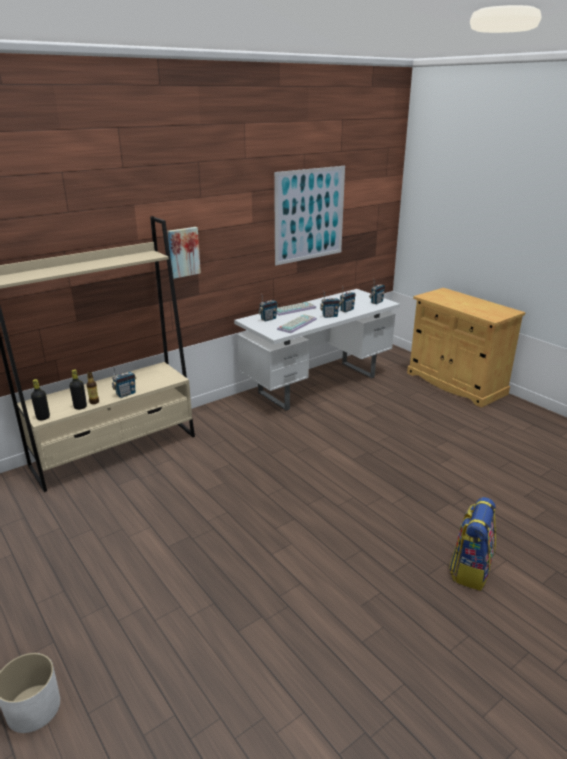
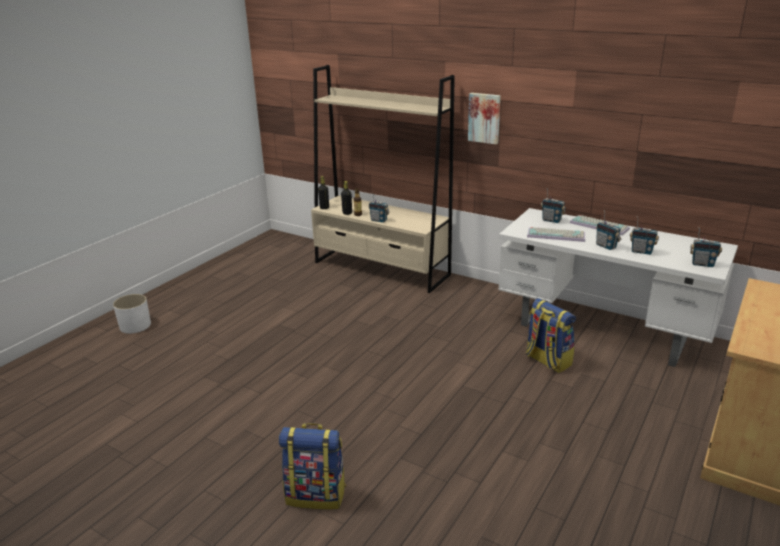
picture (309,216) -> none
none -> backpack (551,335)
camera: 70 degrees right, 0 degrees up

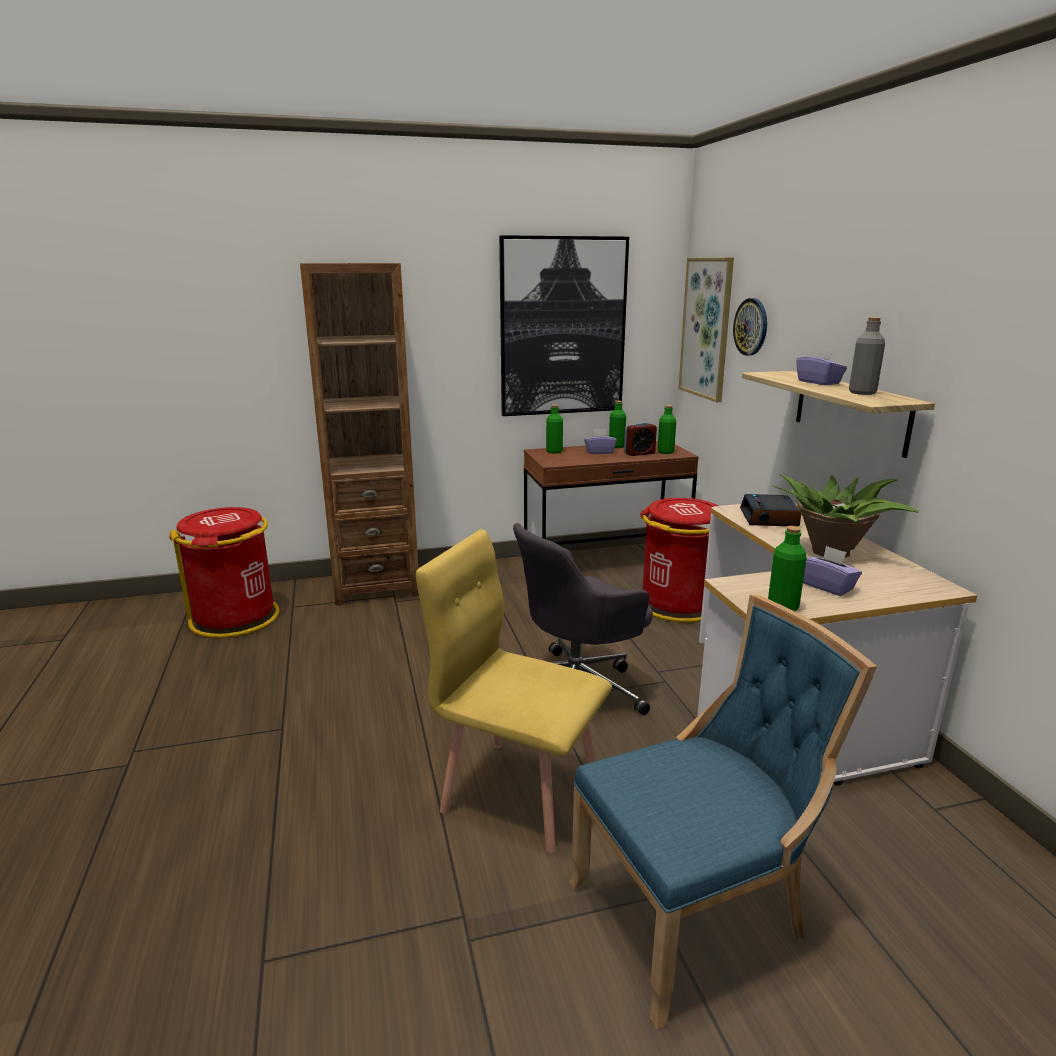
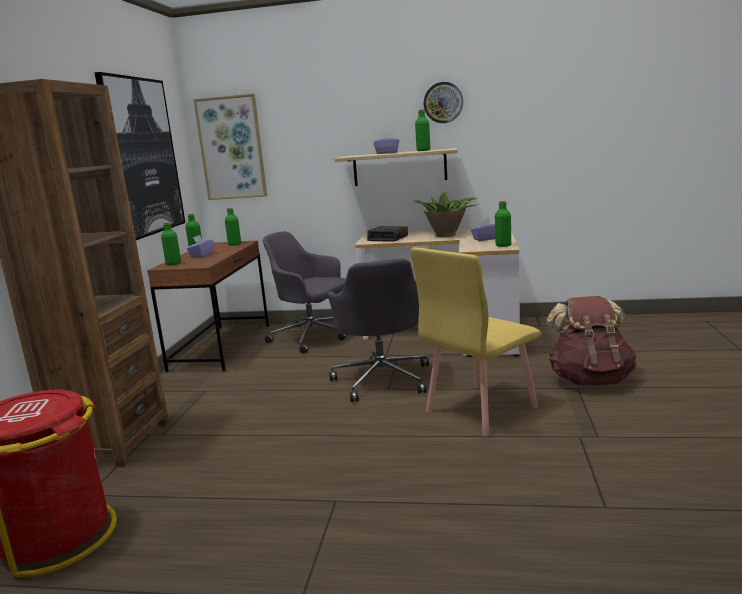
wall clock (750,327) -> wall clock (443,102), moved
grey bottle (867,356) -> green bottle (422,130)
alarm clock (640,439) -> none
red trash can (679,560) -> grey office chair (305,292)
blue chair (723,812) -> brown backpack (591,341)
camera: 65 degrees left, 5 degrees down

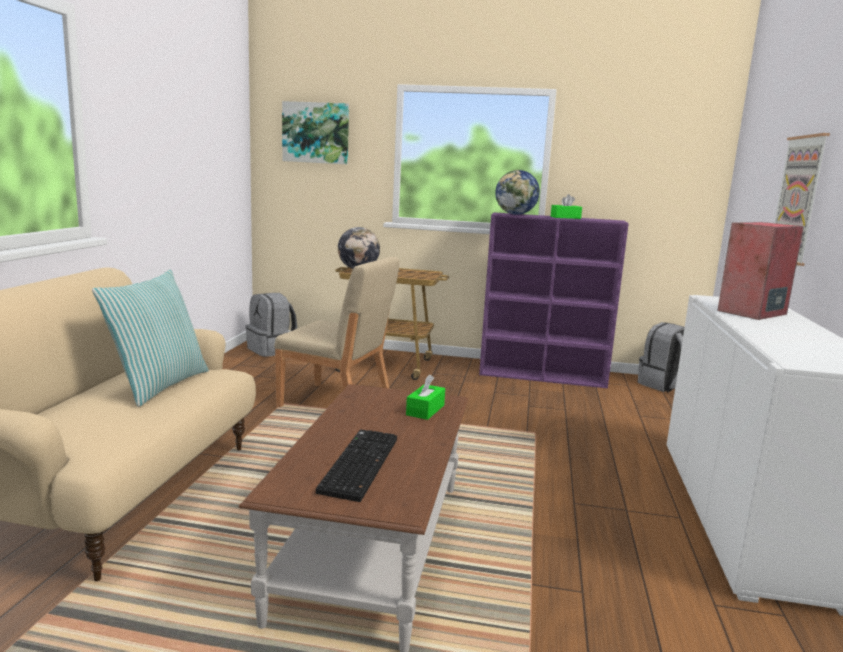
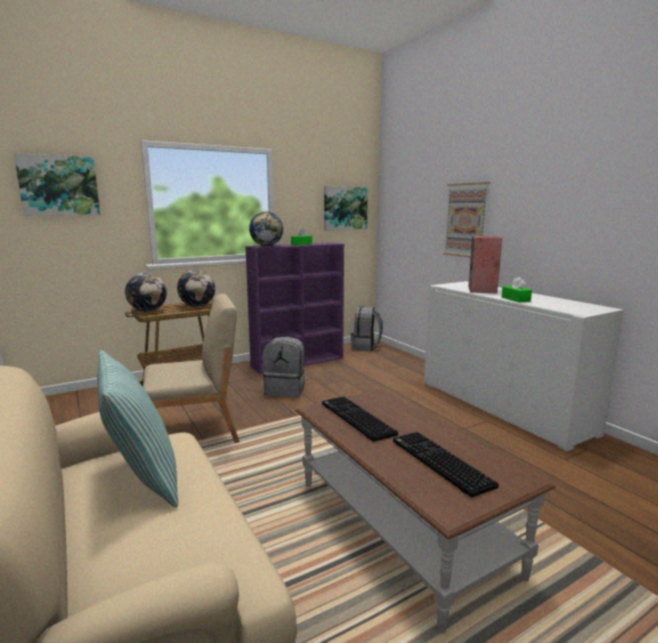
grey backpack (271,325) -> grey backpack (284,366), moved
green tissue box (425,397) -> green tissue box (517,290), moved
none -> picture (346,208)
none -> globe (196,288)
none -> keyboard (360,419)
camera: 40 degrees left, 0 degrees up

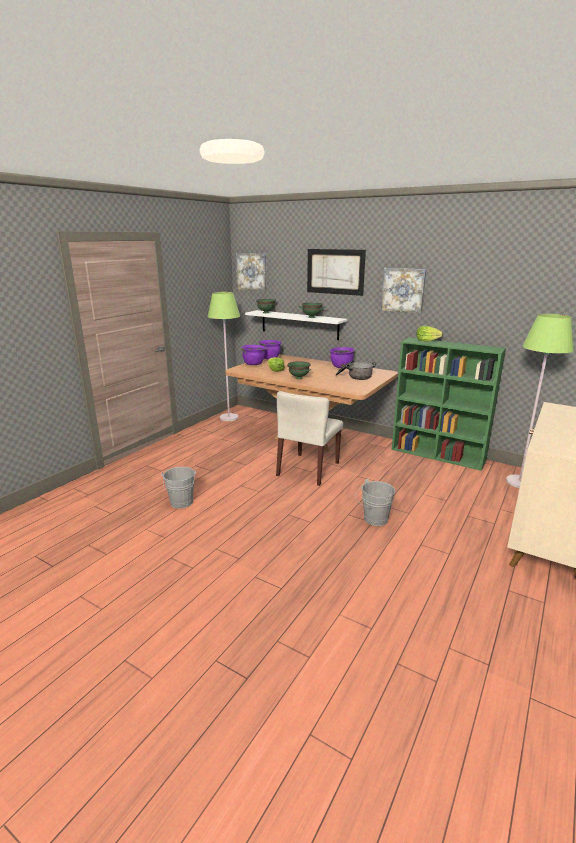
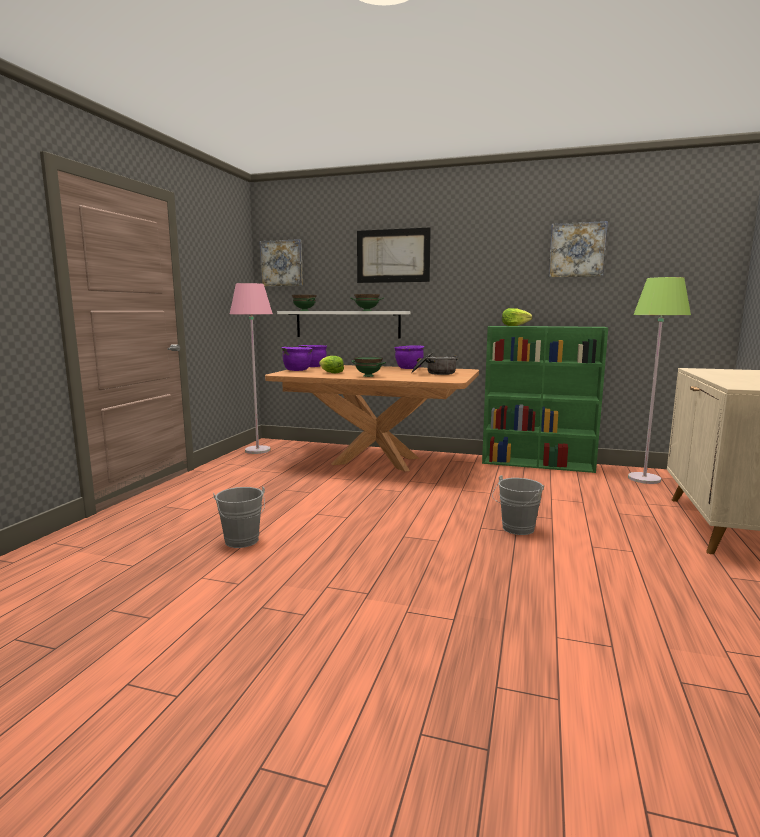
picture (404,291) -> picture (578,249), moved
green floor lamp (224,356) -> pink floor lamp (251,368)
beige chair (309,438) -> none
camera: 15 degrees left, 10 degrees down

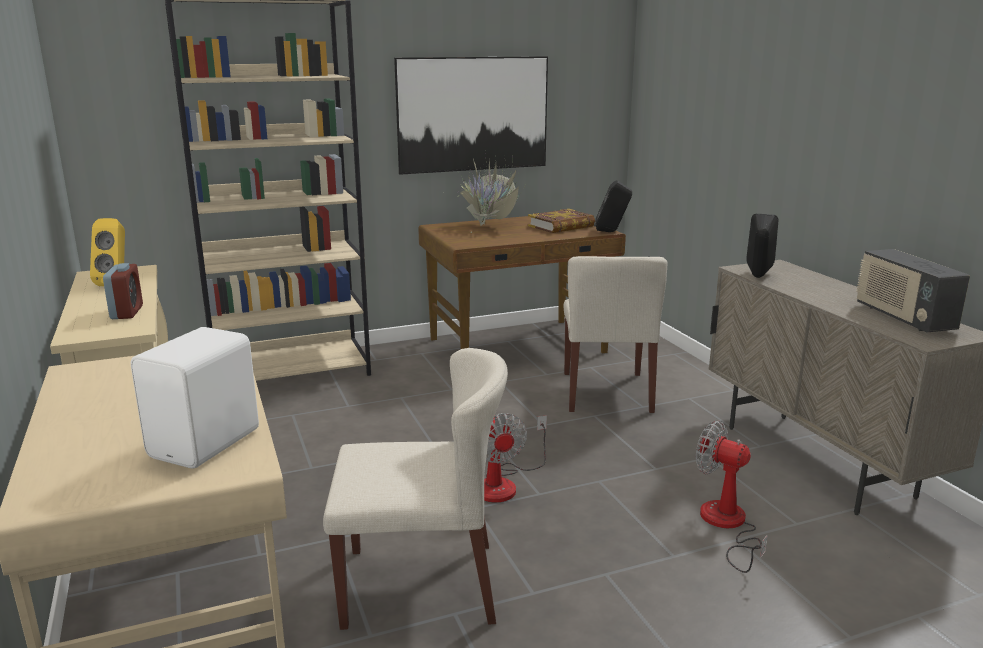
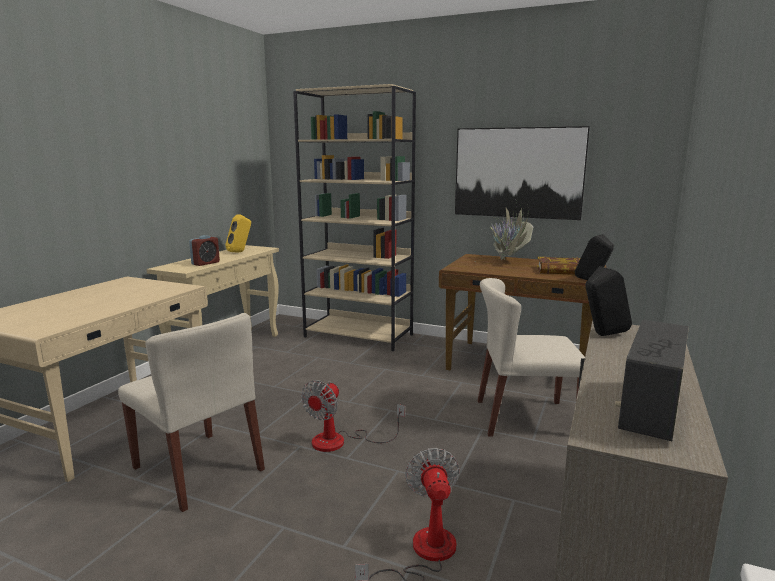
beige chair (616,334) -> beige chair (531,357), 45 degrees clockwise
white speaker (195,397) -> none
camera: 45 degrees right, 5 degrees down

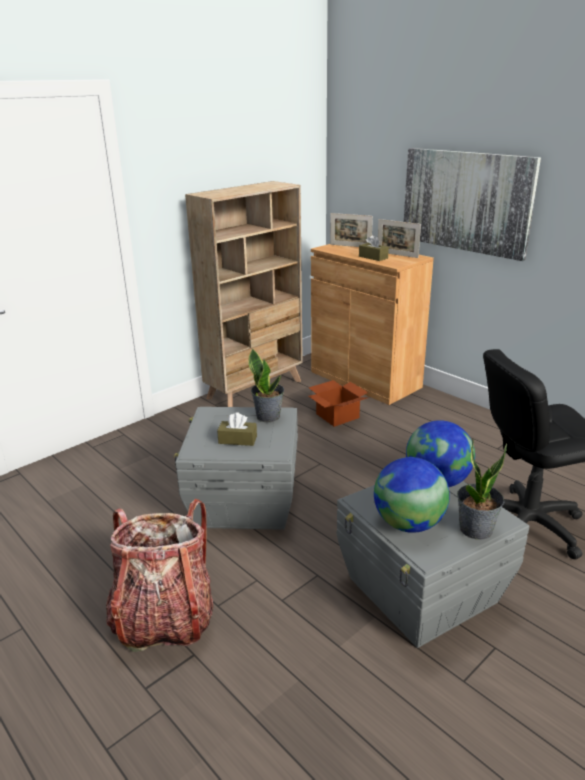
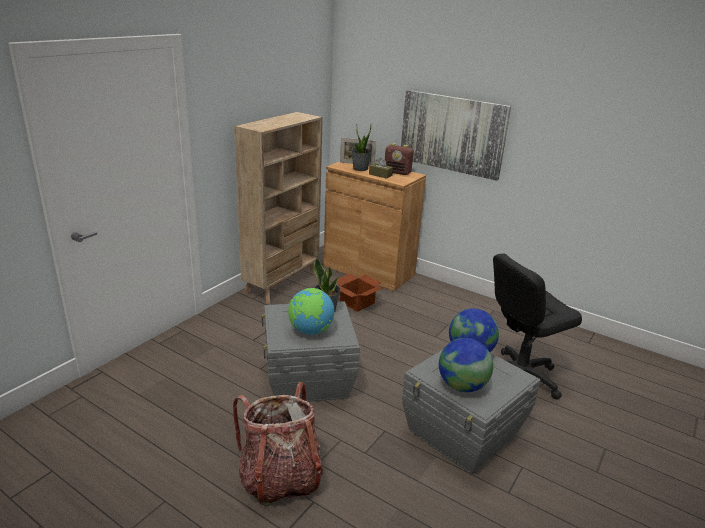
picture frame (399,238) -> radio (399,159)
brown tissue box (237,429) -> globe (311,311)
potted plant (482,489) -> potted plant (361,148), moved
camera: 15 degrees left, 0 degrees up

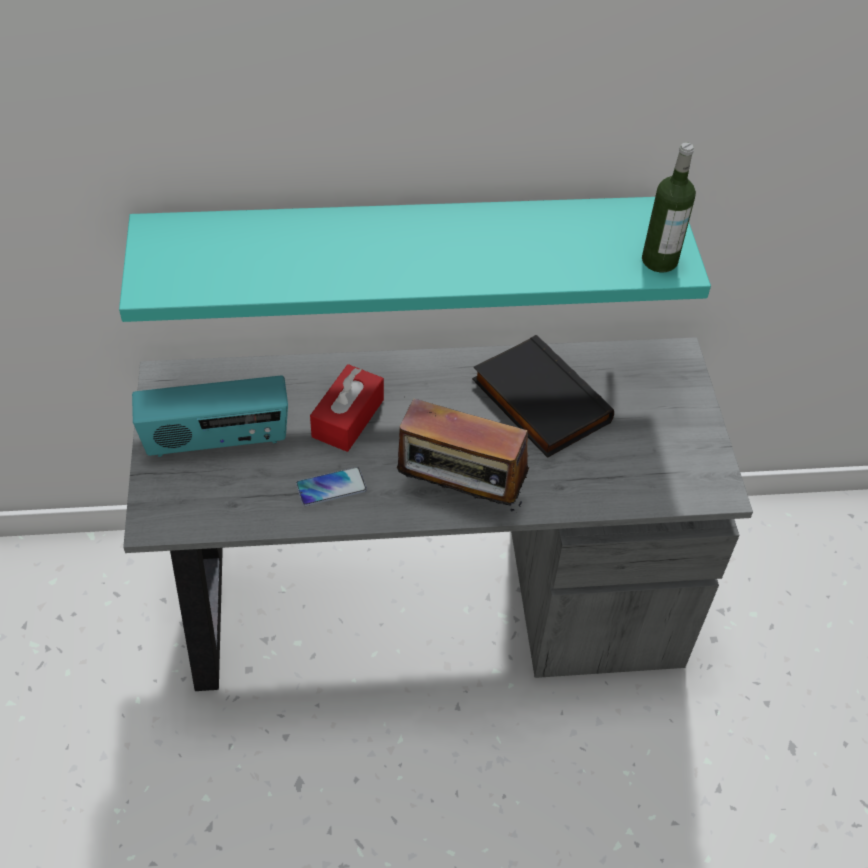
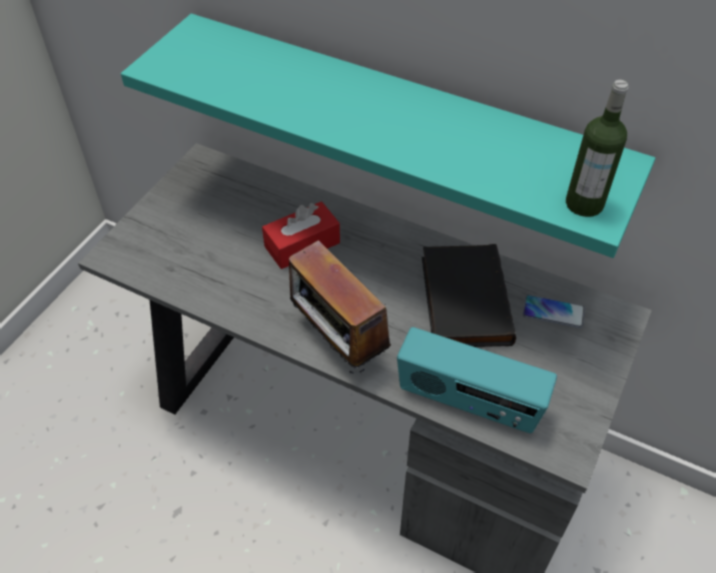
radio (210,416) -> radio (477,380), moved
phone (331,486) -> phone (554,311), moved
camera: 35 degrees right, 0 degrees up

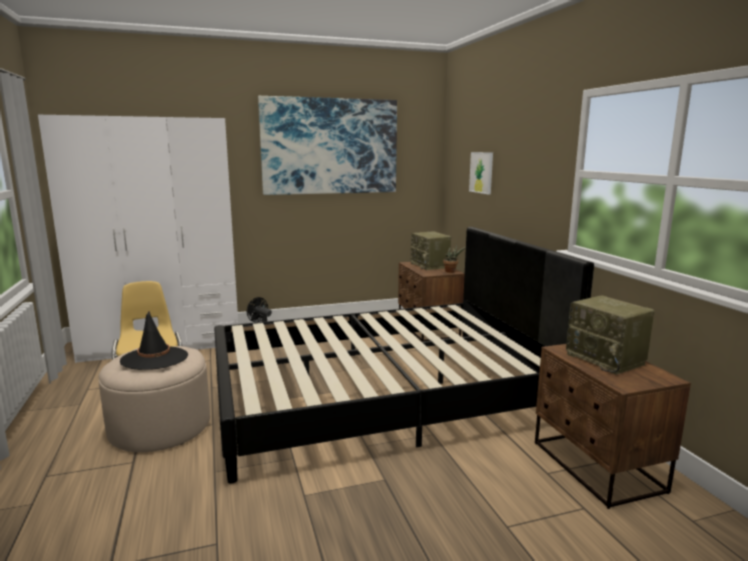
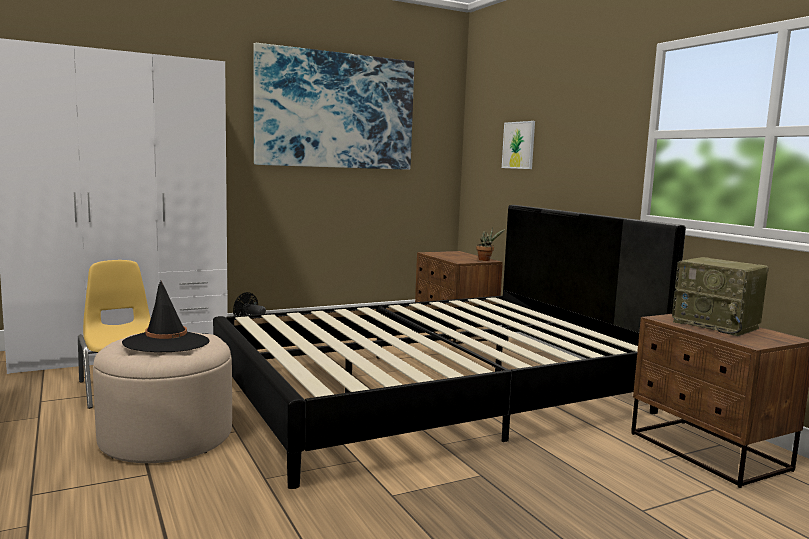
radio (431,250) -> none
camera: 10 degrees left, 5 degrees down

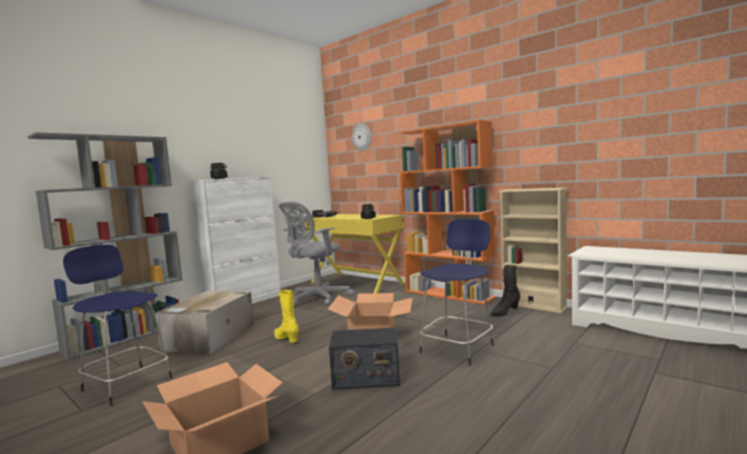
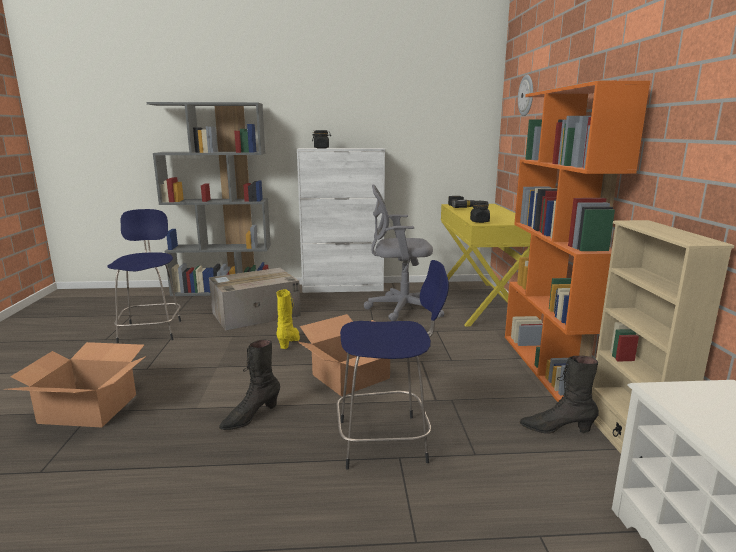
radio (364,358) -> black boot (249,385)
camera: 45 degrees right, 10 degrees up

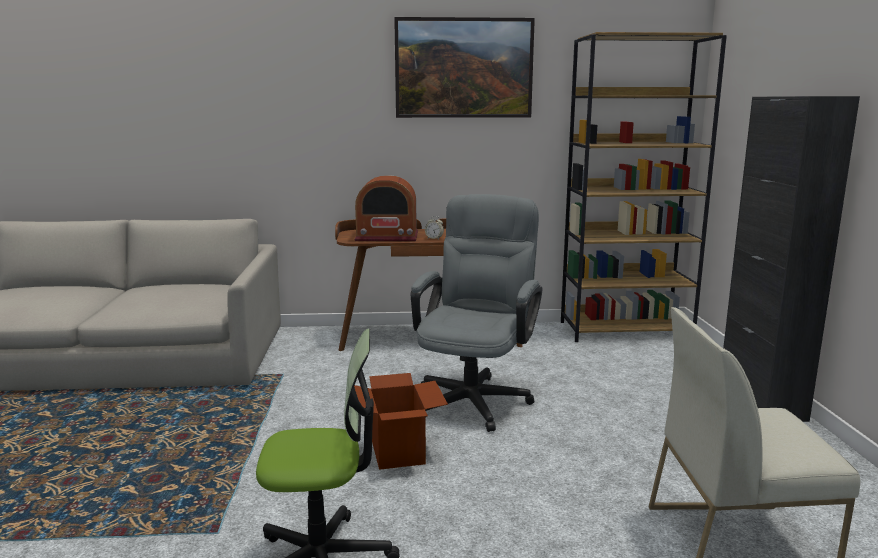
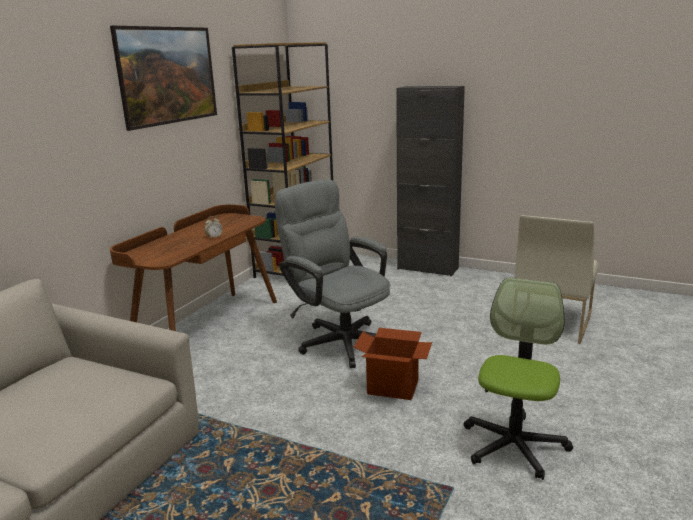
radio (386,208) -> none
camera: 60 degrees left, 5 degrees up

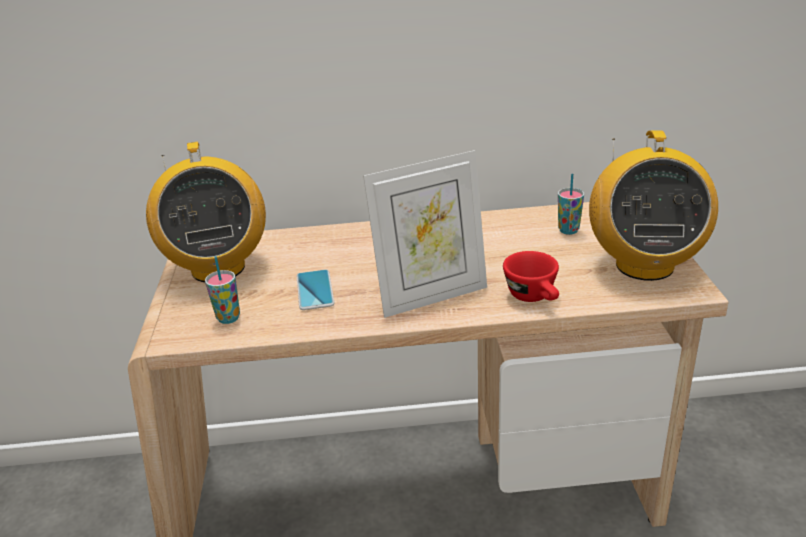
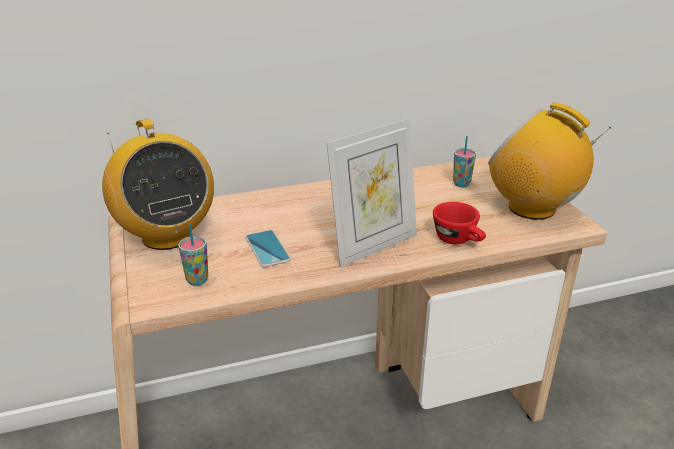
radio (653,205) -> radio (549,161), 135 degrees clockwise
camera: 15 degrees left, 0 degrees up

